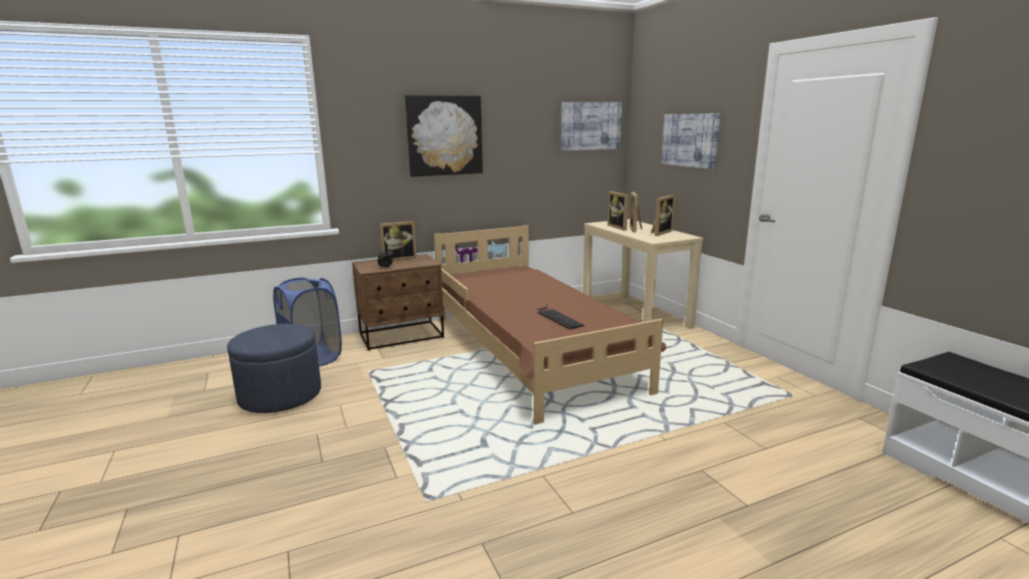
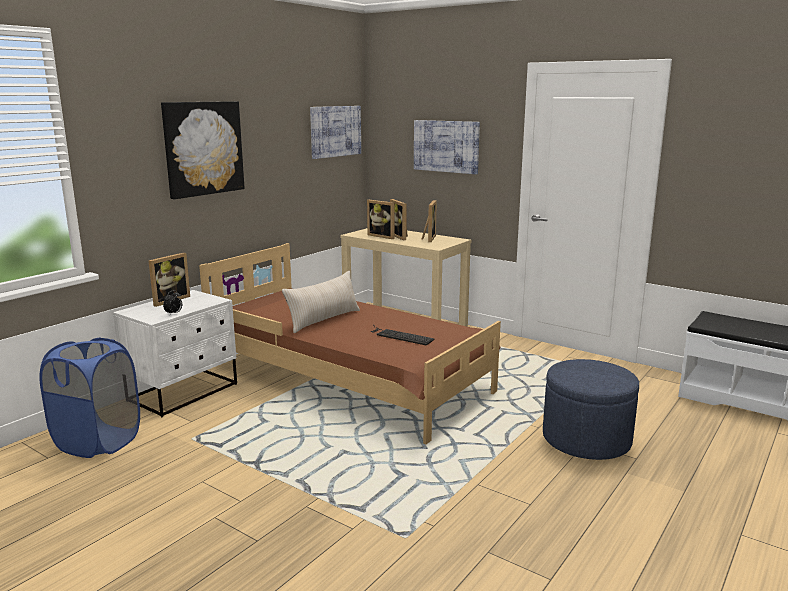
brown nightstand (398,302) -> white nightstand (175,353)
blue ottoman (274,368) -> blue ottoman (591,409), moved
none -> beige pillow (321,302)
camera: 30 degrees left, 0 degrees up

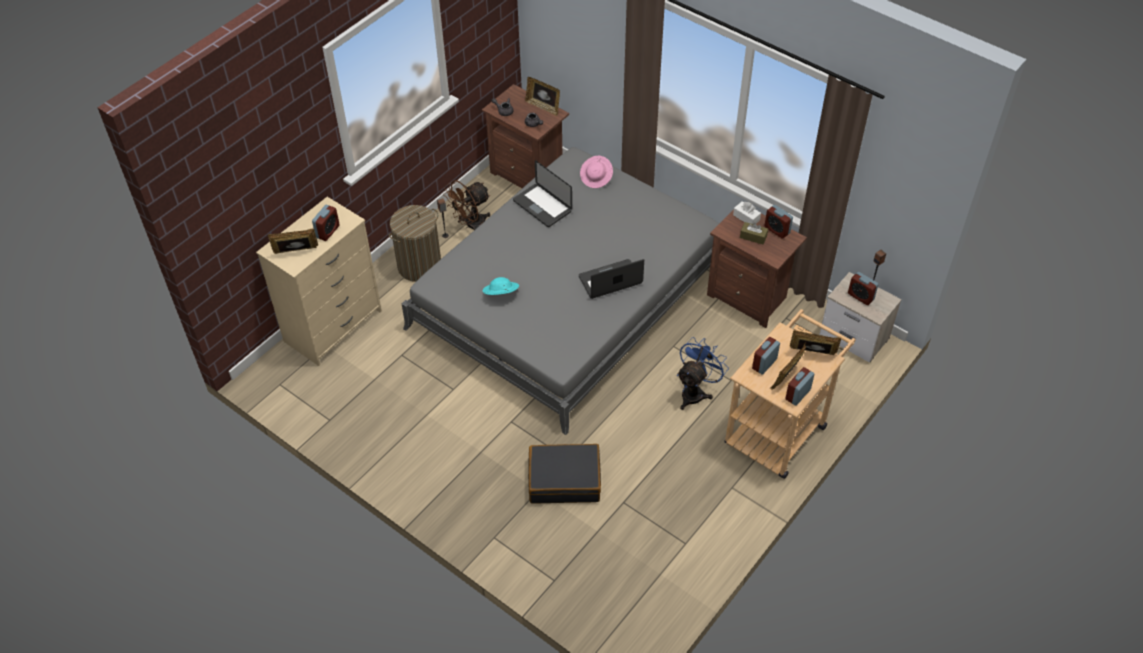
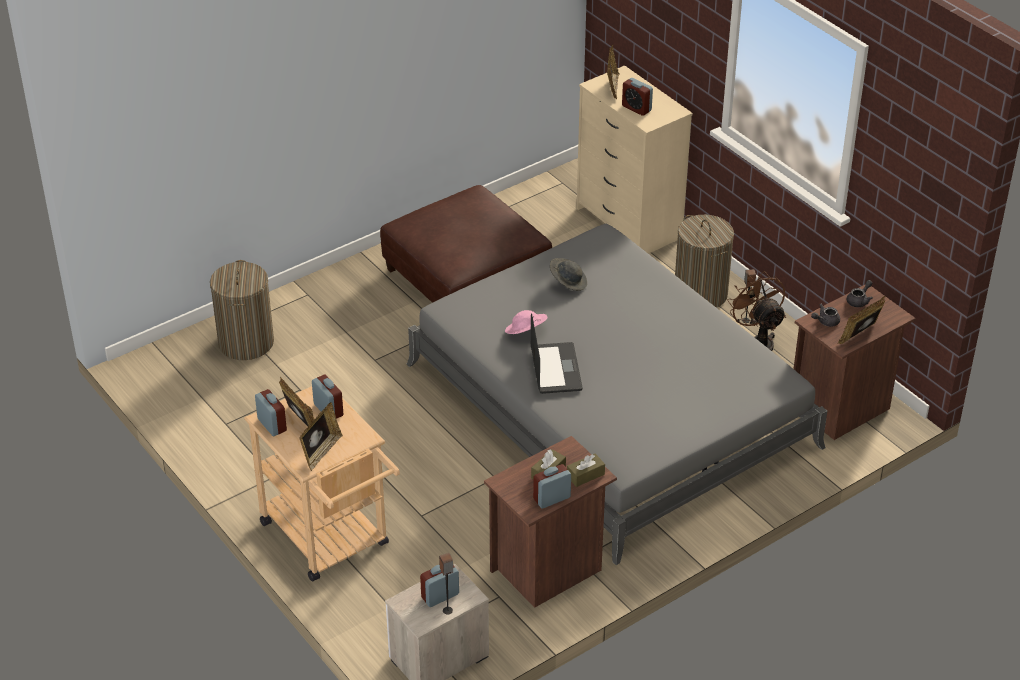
pink hat (596,172) -> pink hat (526,322), moved
laptop (542,193) -> none
white tissue box (747,212) -> brown tissue box (586,470)
turquoise hat (500,286) -> grey hat (568,274)
blue fan (703,373) -> none
black suitcase (564,473) -> none
none -> brown ottoman (466,244)
none -> laundry basket (242,310)
camera: 105 degrees right, 10 degrees down

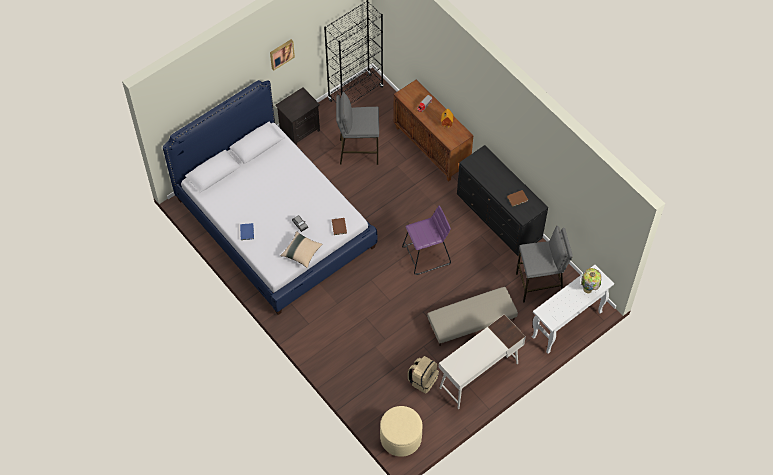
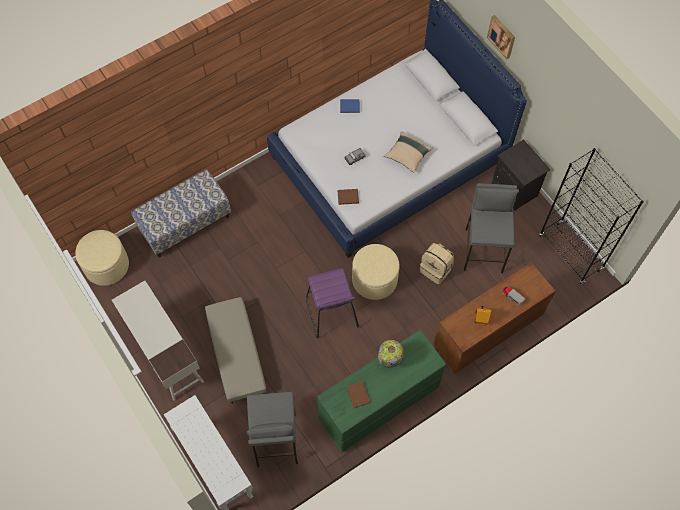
picture (282,54) -> picture (501,37), moved
black dresser (502,200) -> green dresser (381,391)
beige pillow (301,249) -> beige pillow (408,152), moved
table lamp (591,280) -> table lamp (391,354), moved
beige backpack (423,375) -> beige backpack (437,263), moved
none -> bench (181,213)
none -> beige ottoman (376,272)
camera: 95 degrees right, 5 degrees up

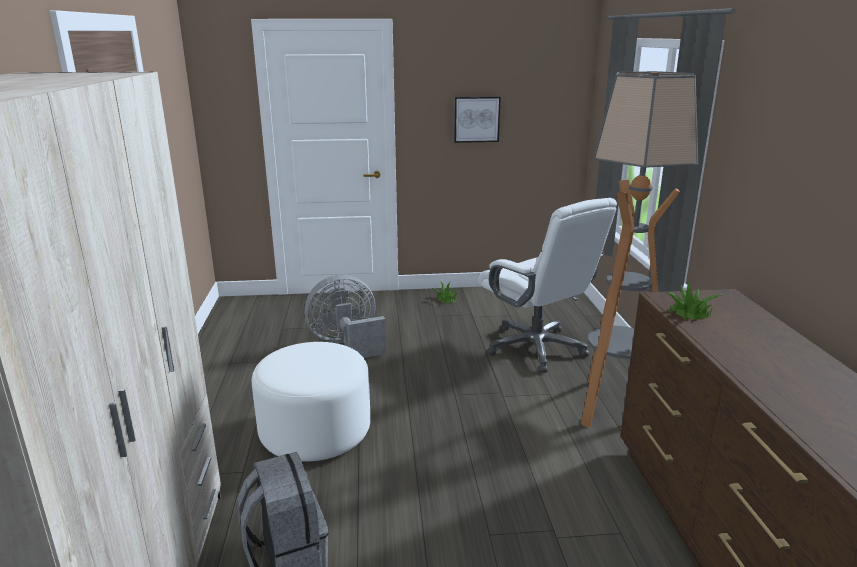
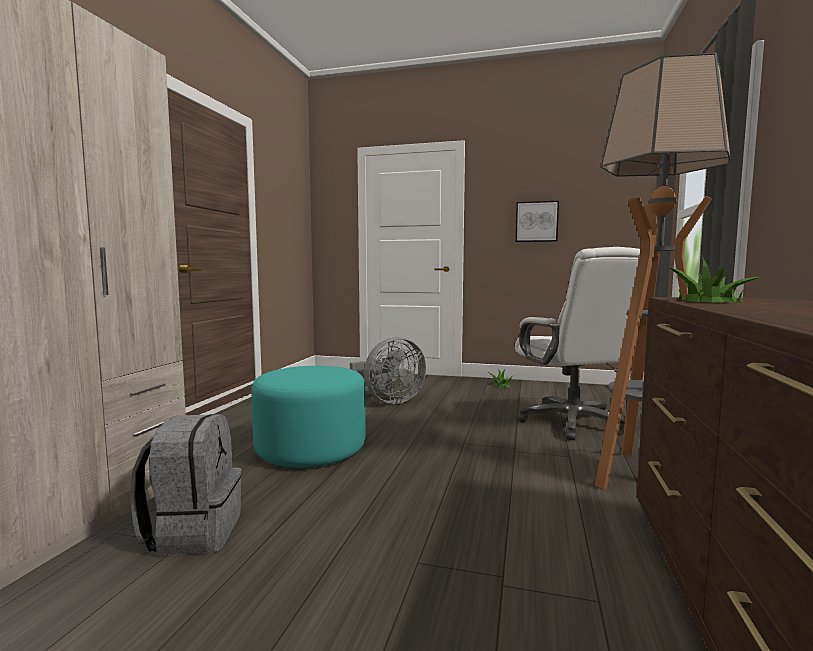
grey fan (345,316) -> grey fan (388,370), 150 degrees clockwise
white ottoman (311,402) -> turquoise ottoman (308,416)
camera: 20 degrees right, 15 degrees down

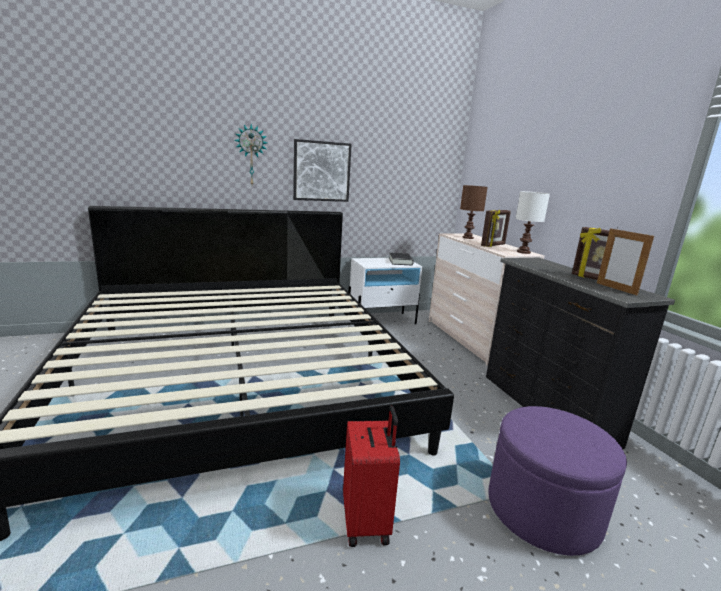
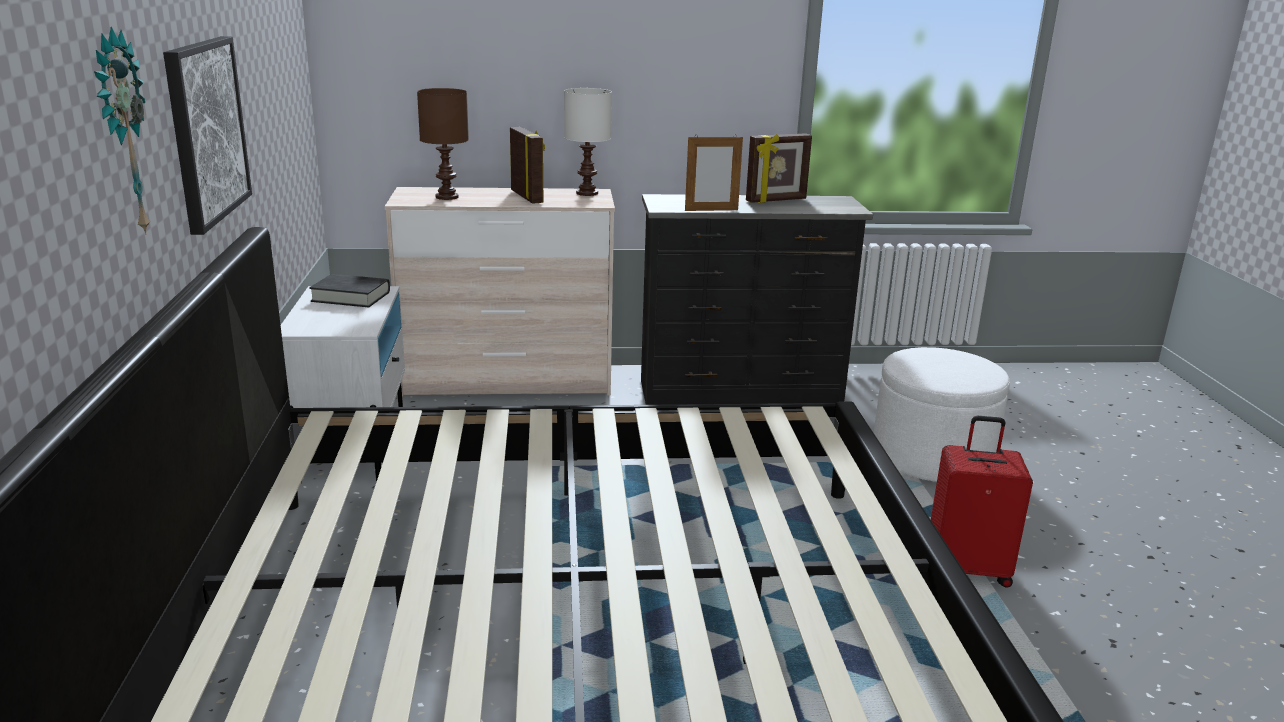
picture frame (625,261) -> picture frame (714,172), moved
purple ottoman (558,481) -> white ottoman (942,414)
camera: 75 degrees left, 5 degrees up

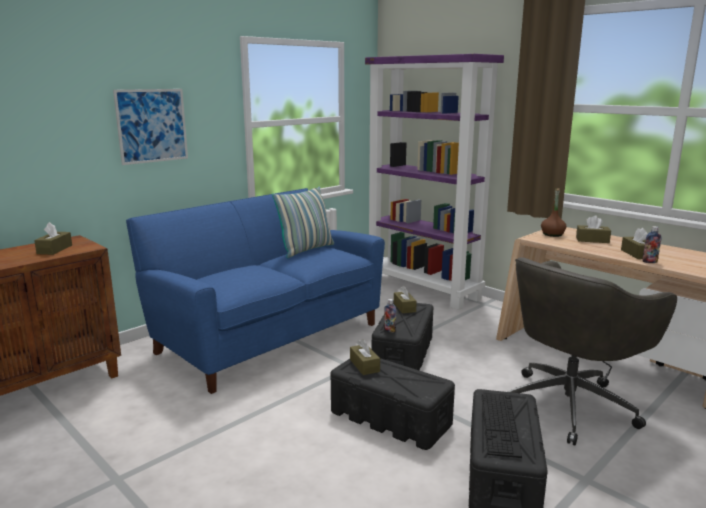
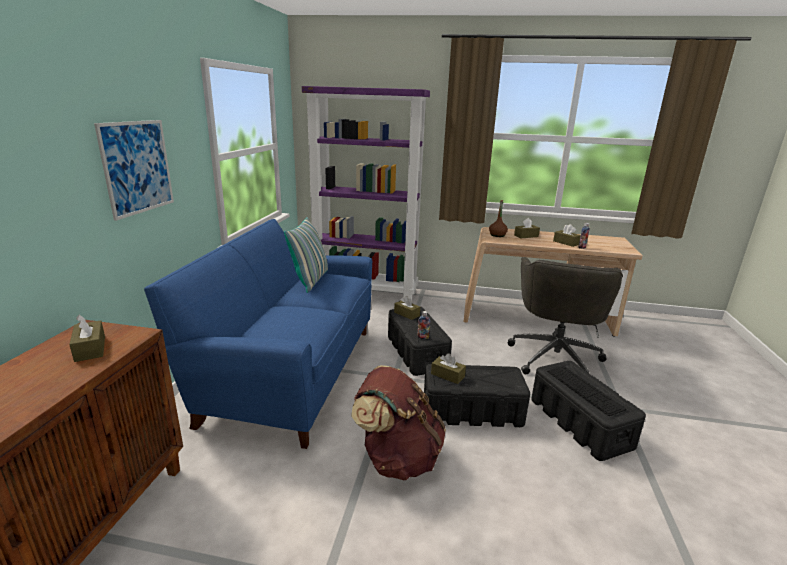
none -> brown backpack (398,422)
camera: 35 degrees left, 5 degrees up

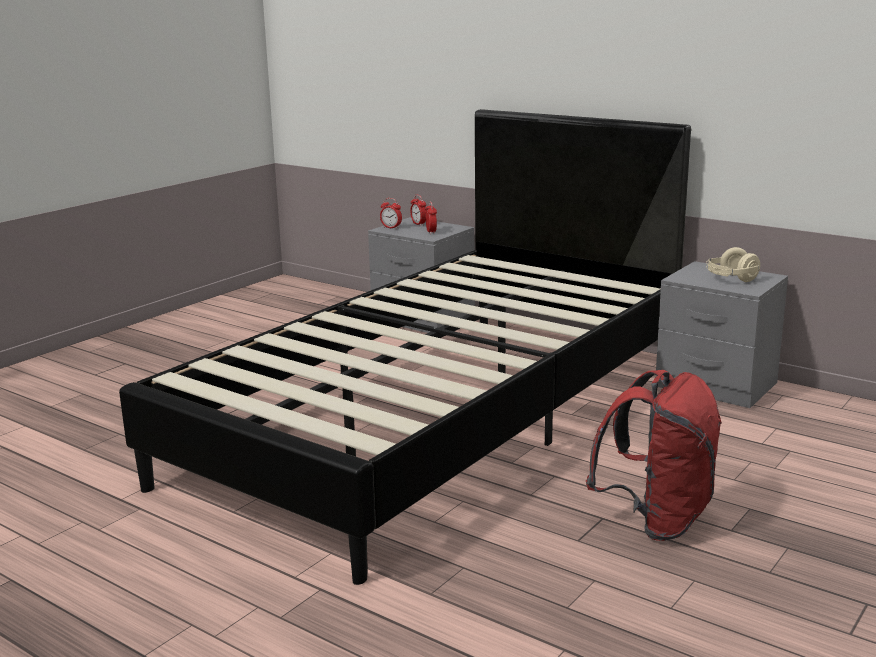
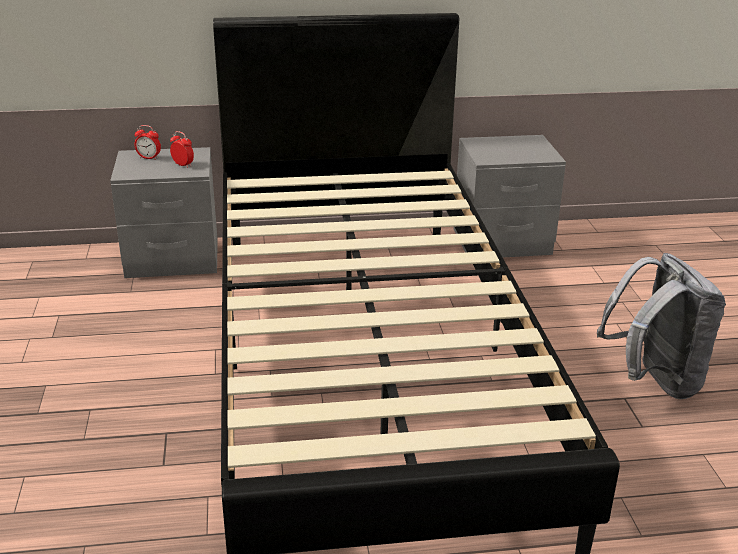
alarm clock (391,213) -> none
beige headphones (733,264) -> none
red backpack (654,455) -> grey backpack (661,326)
camera: 45 degrees left, 10 degrees up

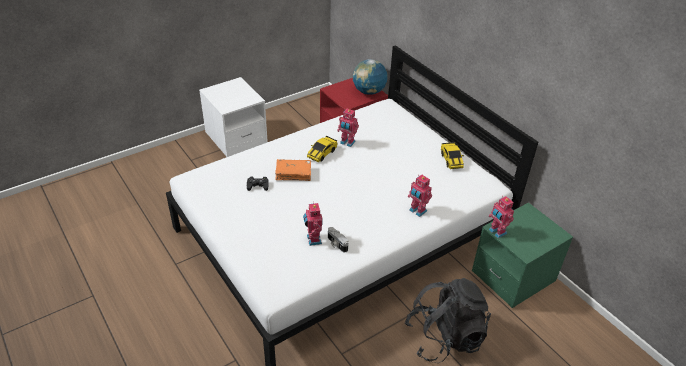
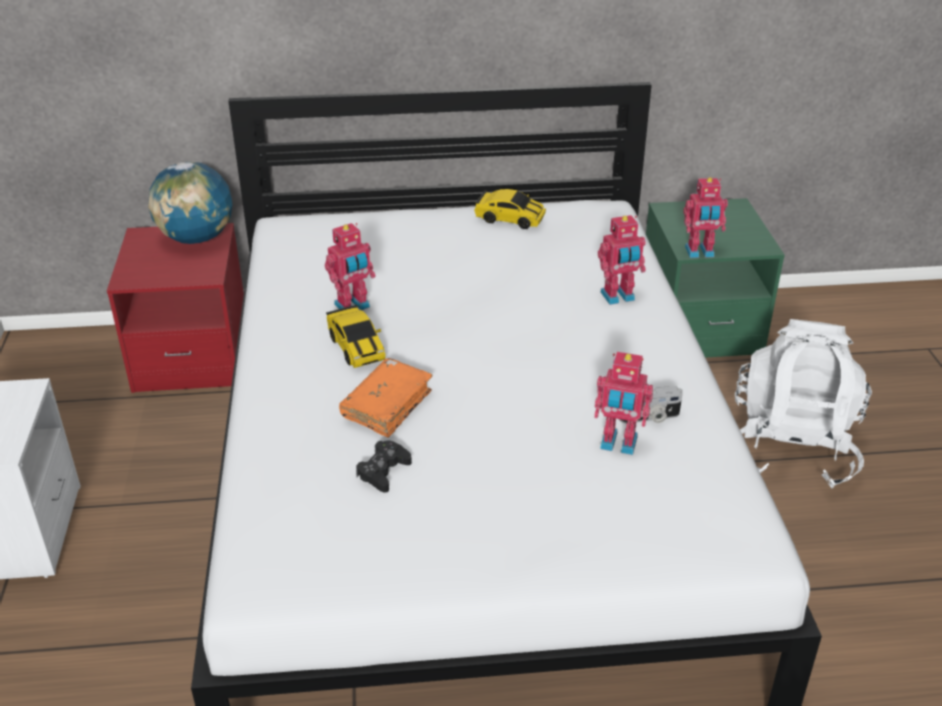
black backpack (448,320) -> white backpack (803,403)
camera: 60 degrees left, 5 degrees down

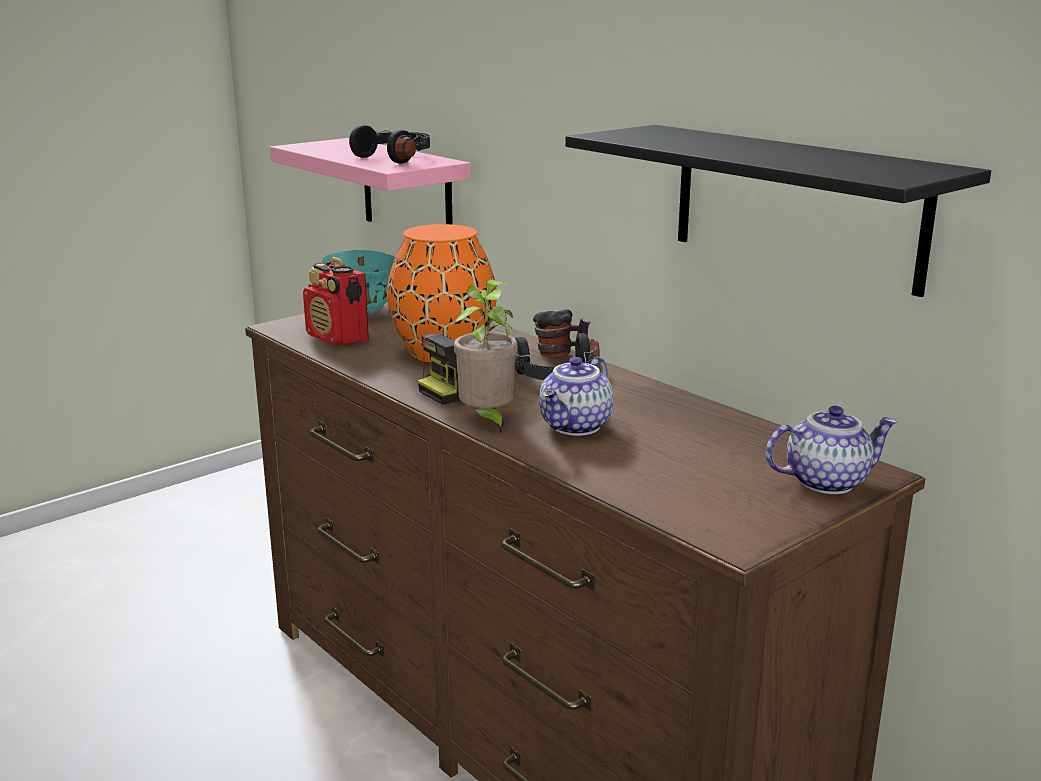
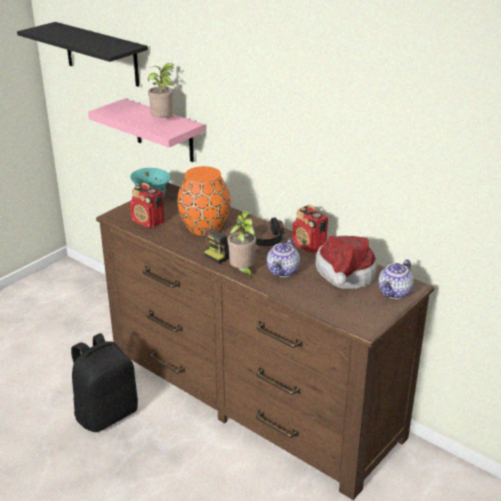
black headphones (389,144) -> potted plant (161,90)
black shelf (778,211) -> black shelf (82,54), moved
mug (561,333) -> none
teapot (831,450) -> teapot (396,279), 150 degrees clockwise
none -> radio (310,229)
none -> hat (346,262)
none -> black backpack (104,382)
camera: 10 degrees left, 10 degrees up

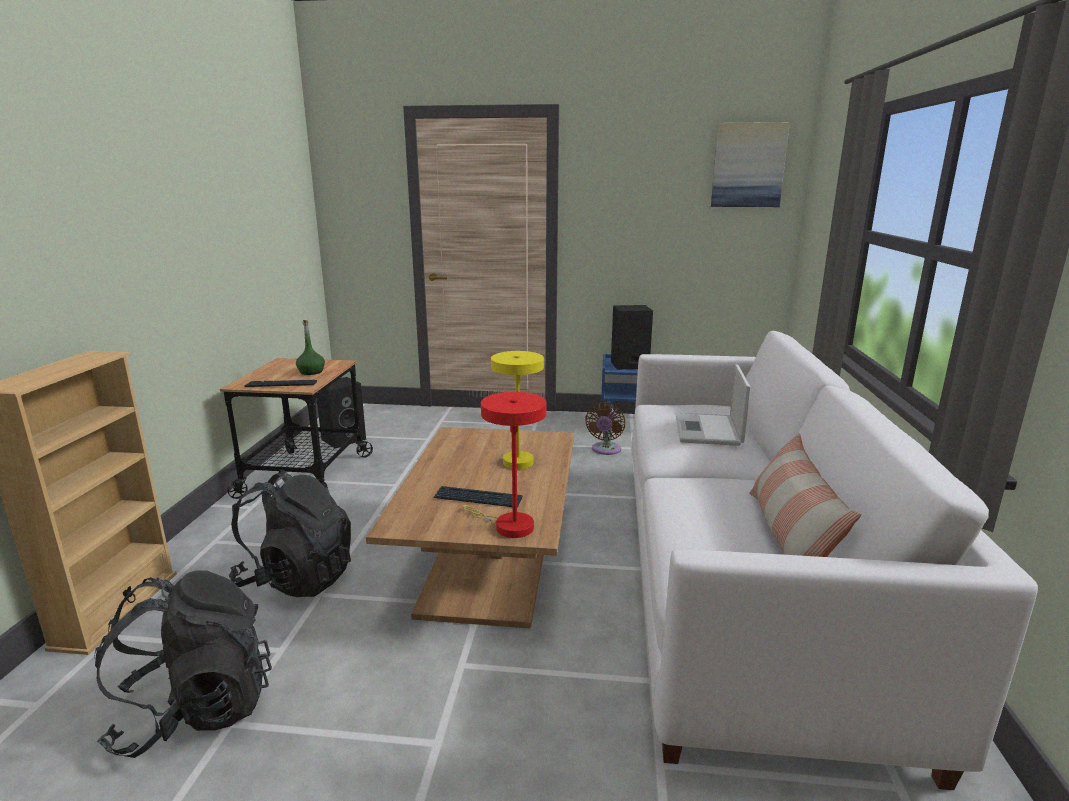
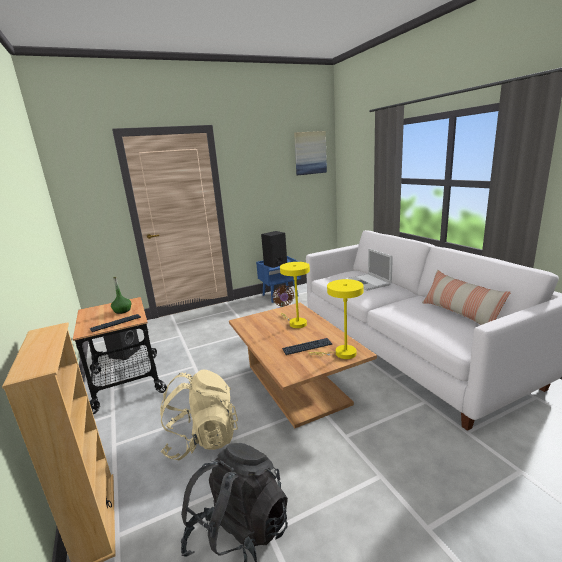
red table lamp (505,465) -> yellow table lamp (336,319)
black backpack (290,533) -> beige backpack (199,415)
camera: 30 degrees left, 0 degrees up

